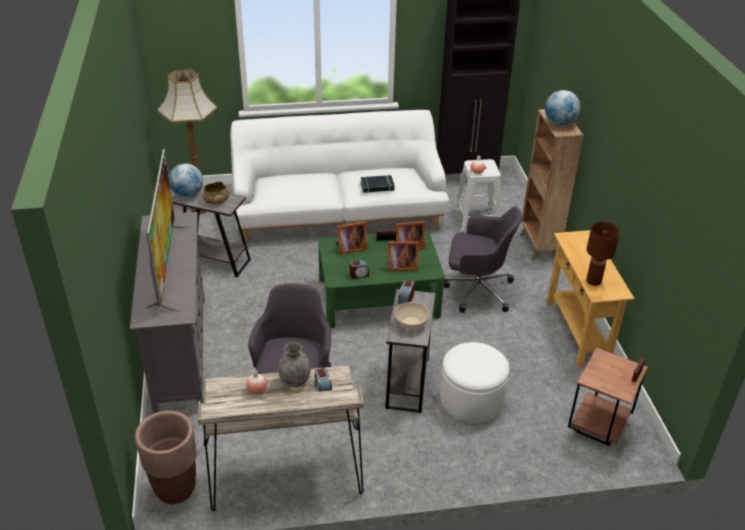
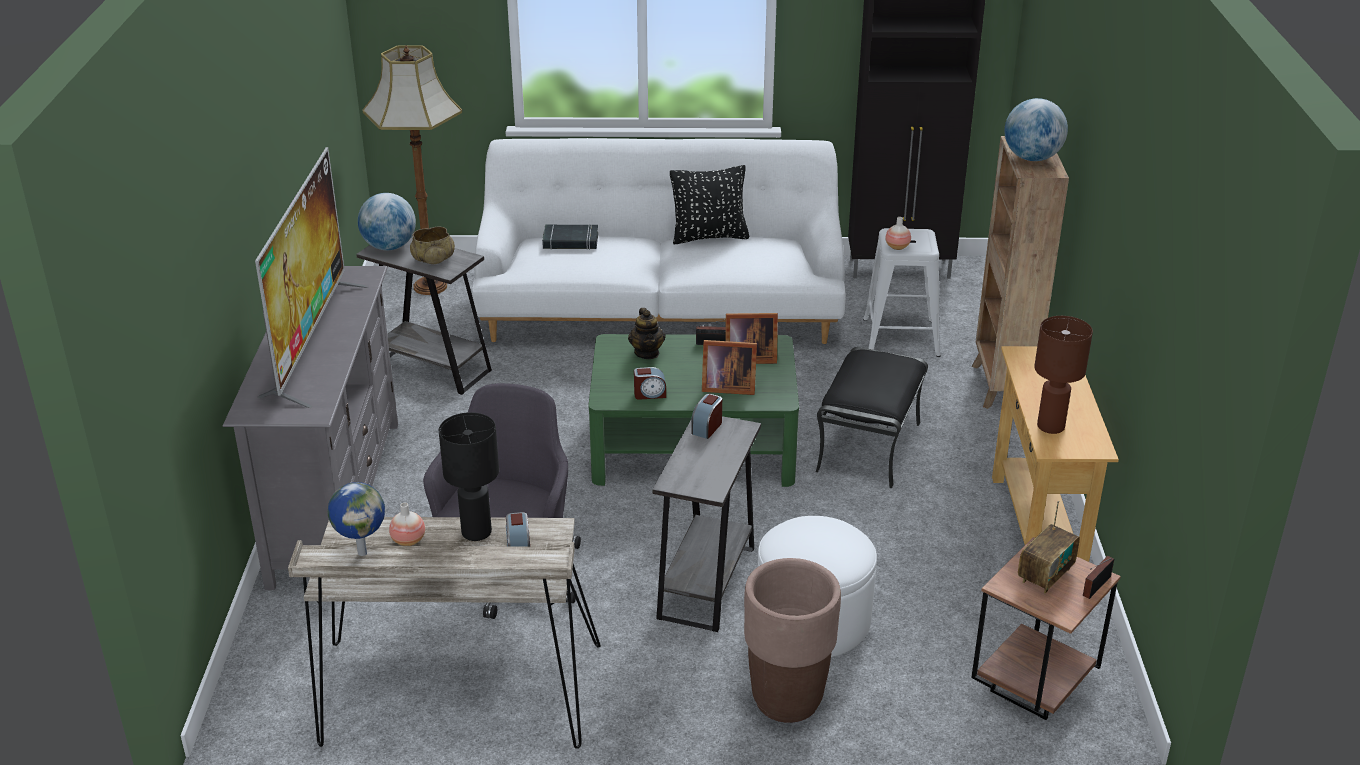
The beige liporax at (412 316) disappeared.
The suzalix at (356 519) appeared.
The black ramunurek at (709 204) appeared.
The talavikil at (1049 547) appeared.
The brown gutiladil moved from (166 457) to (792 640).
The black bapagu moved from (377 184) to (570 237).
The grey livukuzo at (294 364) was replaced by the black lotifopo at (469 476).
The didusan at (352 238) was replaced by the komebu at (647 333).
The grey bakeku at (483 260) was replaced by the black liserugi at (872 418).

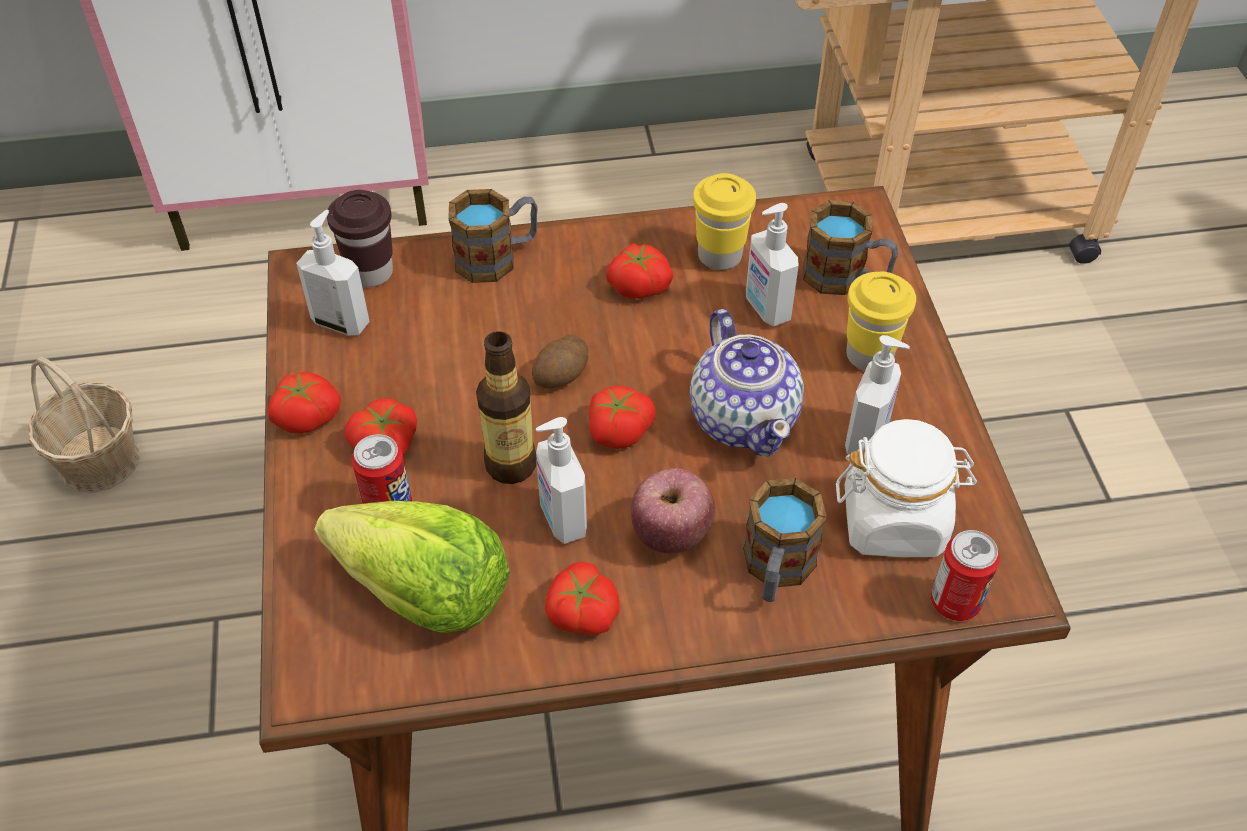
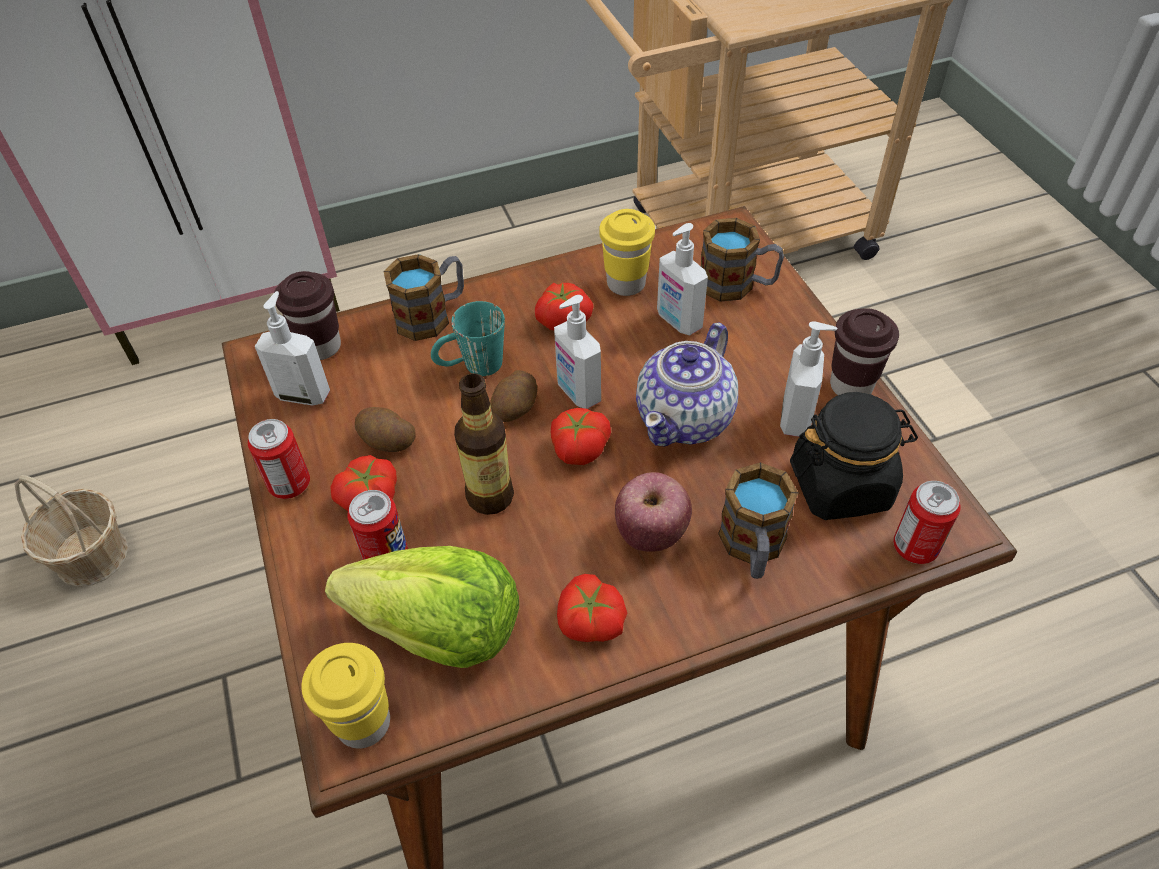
The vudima at (385 429) appeared.
The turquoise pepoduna at (468 338) appeared.
The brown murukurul at (864 351) appeared.
The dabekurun moved from (561 480) to (577 352).
The yellow murukurul moved from (881 321) to (345 696).
The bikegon at (304 402) was replaced by the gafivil at (279 459).
The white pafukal at (906 488) became the black pafukal at (854 456).
The komebu at (747 382) turned 60 degrees clockwise.

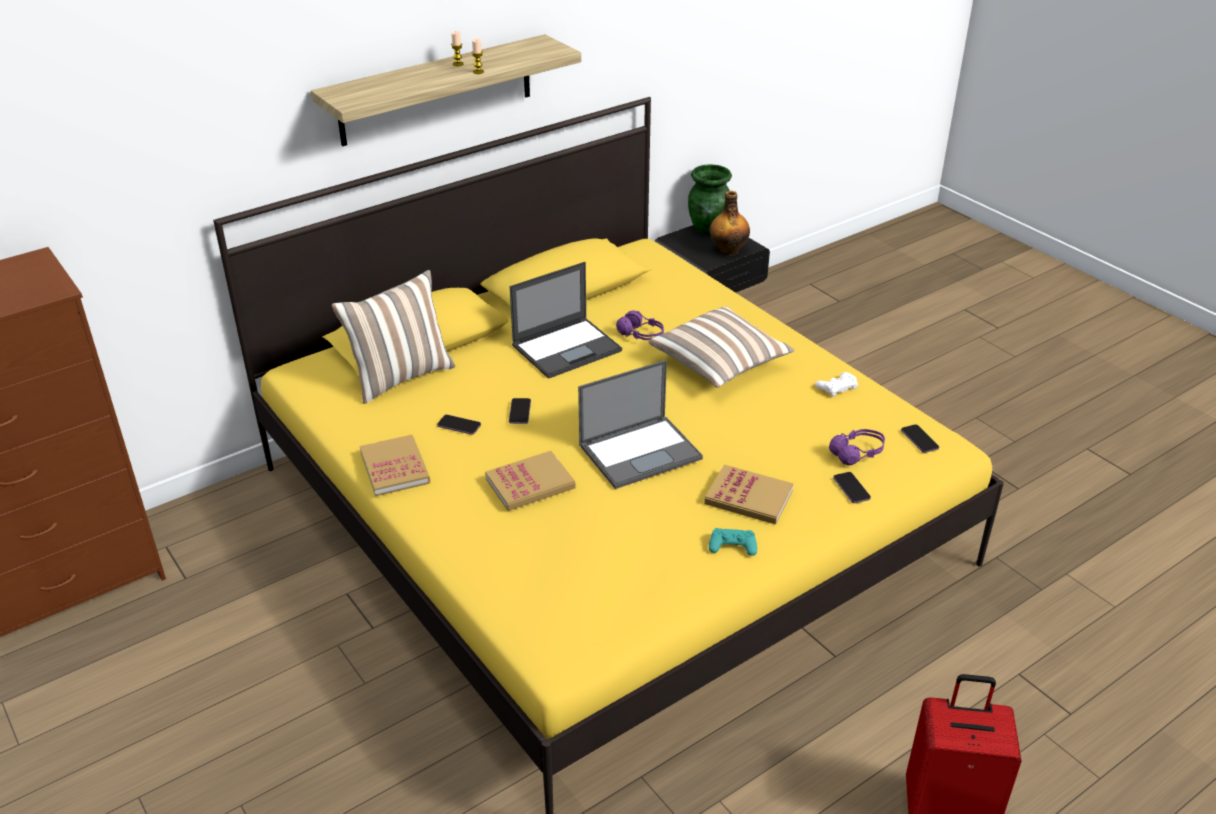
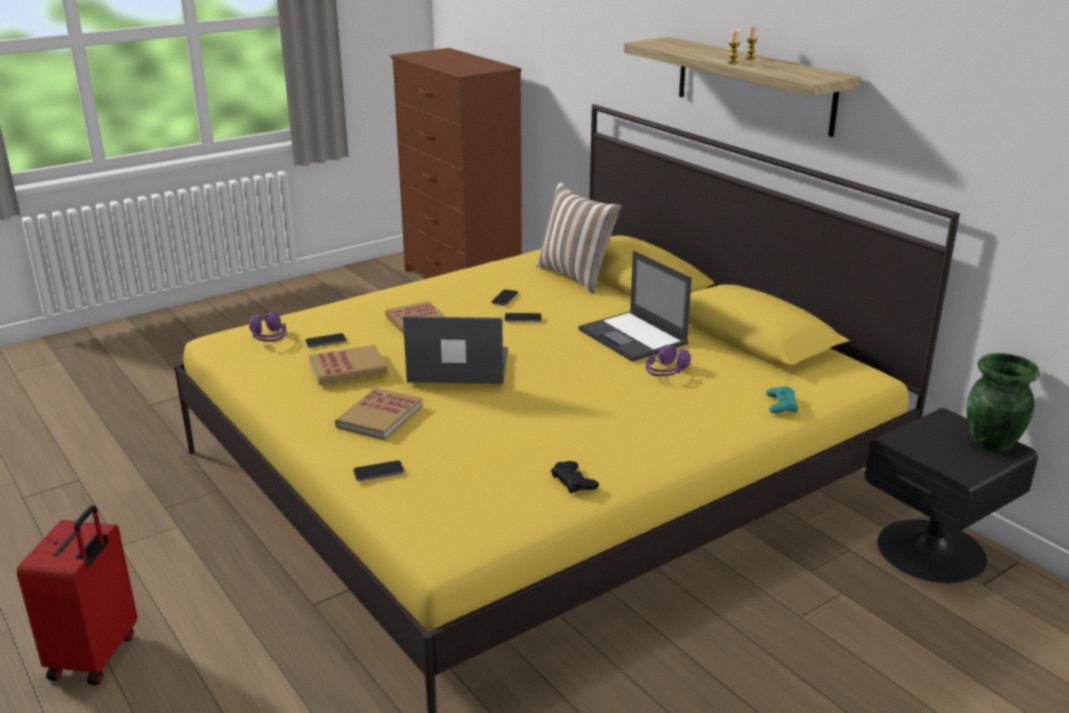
The ramunurek at (721 347) disappeared.
The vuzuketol at (730 223) disappeared.
The bapagu moved from (395 465) to (348 365).
The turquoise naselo moved from (733 542) to (782 399).
The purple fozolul moved from (857 447) to (268 327).
The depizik moved from (920 438) to (326 340).
The white naselo at (836 384) became the black naselo at (575 477).
The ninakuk at (640 424) turned 120 degrees clockwise.

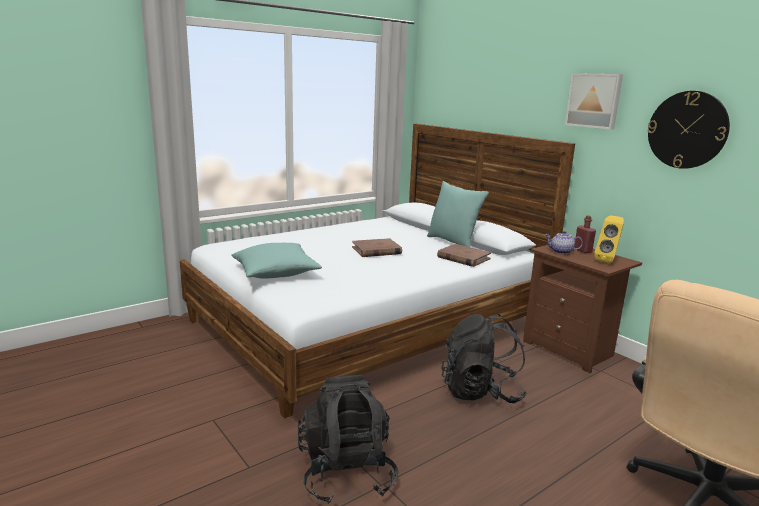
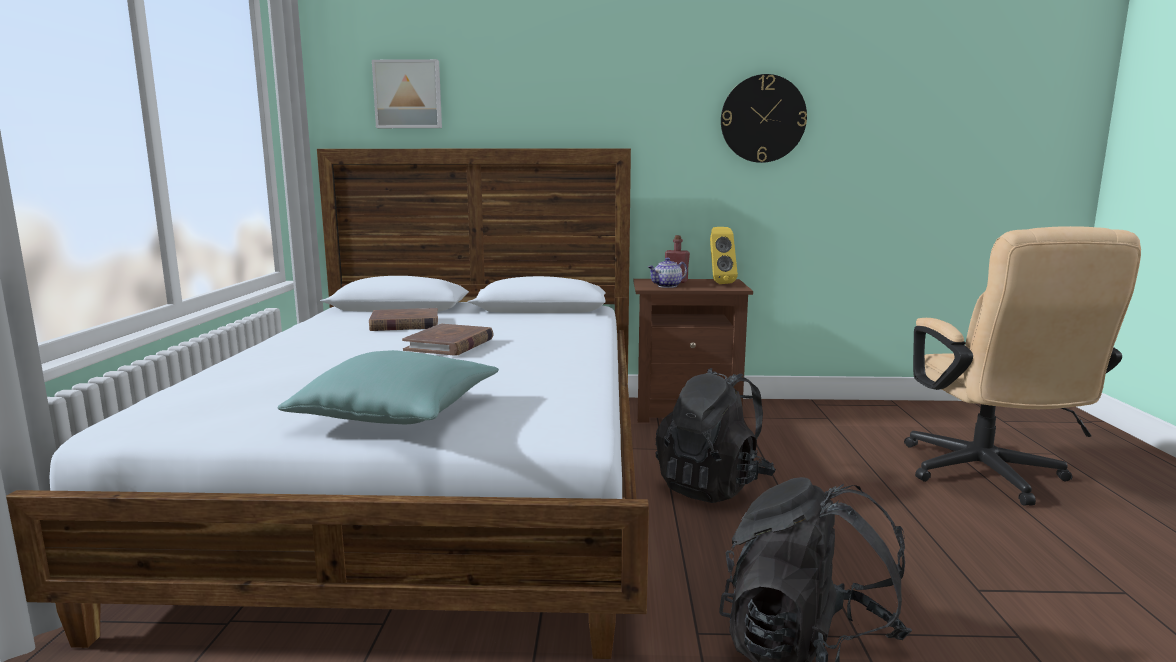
The turquoise ramunurek at (458 214) disappeared.
The brown bapagu moved from (464 255) to (403 319).
The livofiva moved from (594 101) to (407 93).

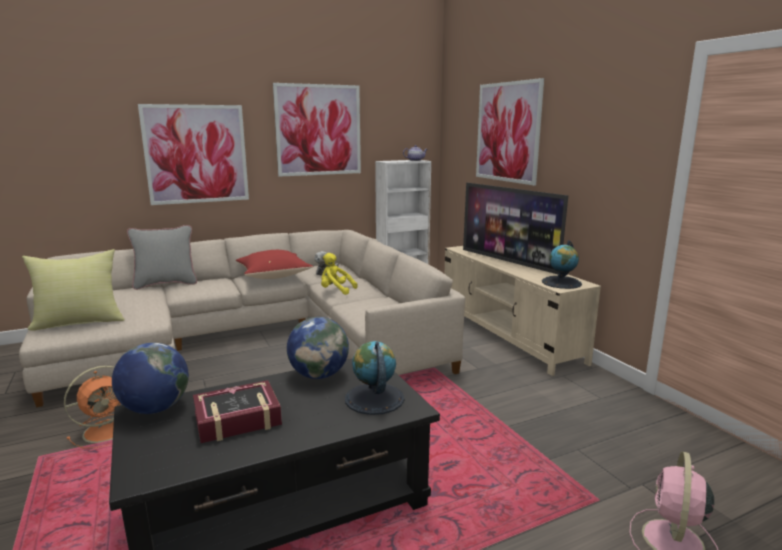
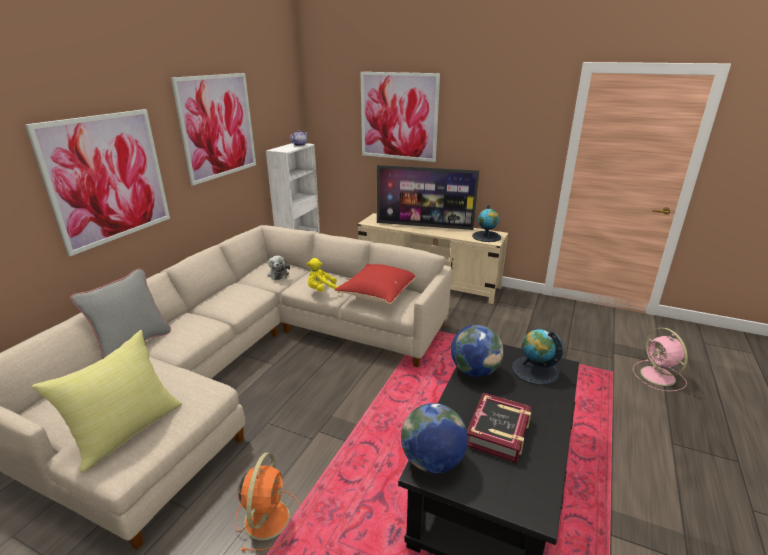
The red ramunurek moved from (274 264) to (375 284).

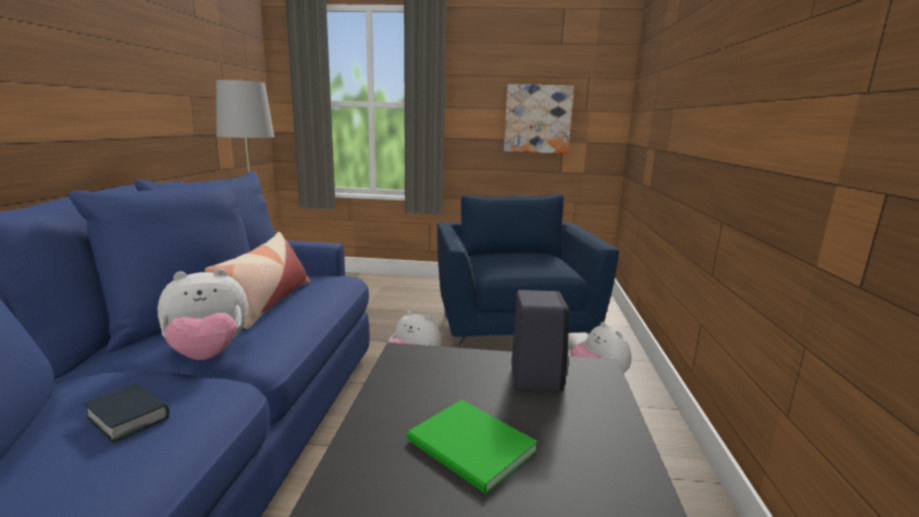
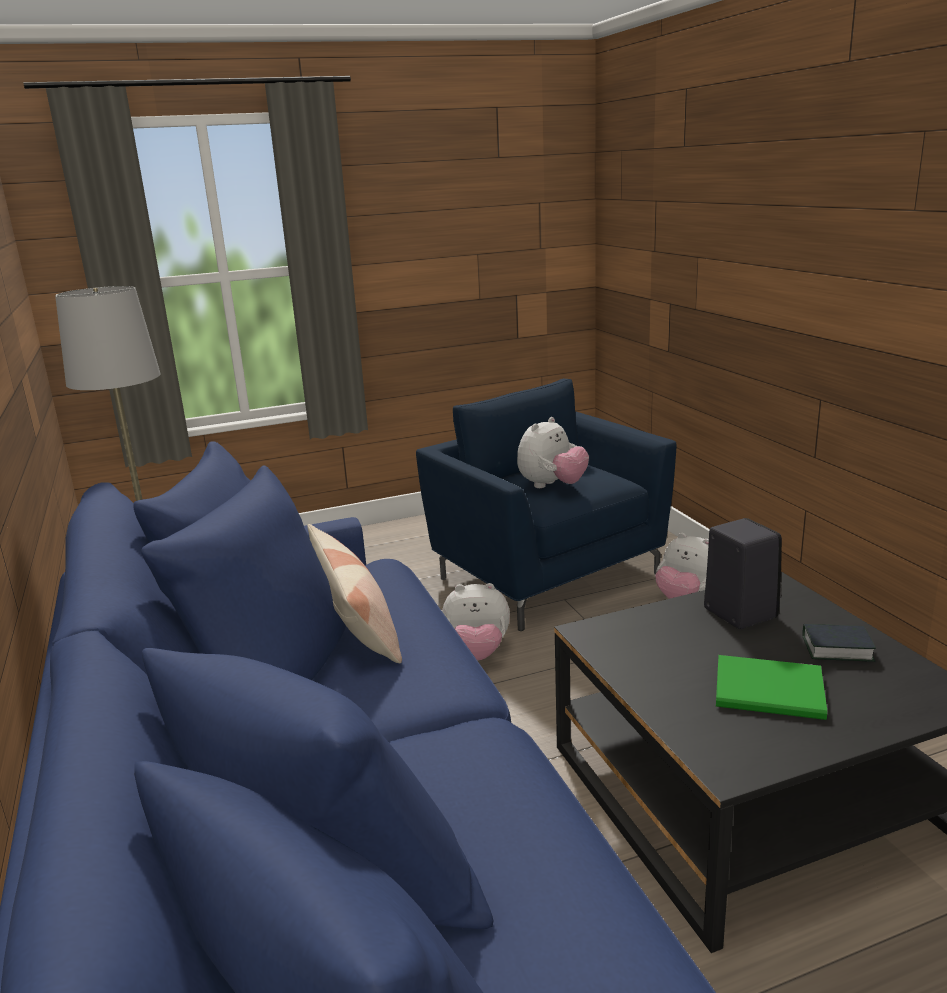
The livofiva at (539 119) disappeared.
The bapagu moved from (126 413) to (839 643).
The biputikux moved from (203 314) to (553 452).

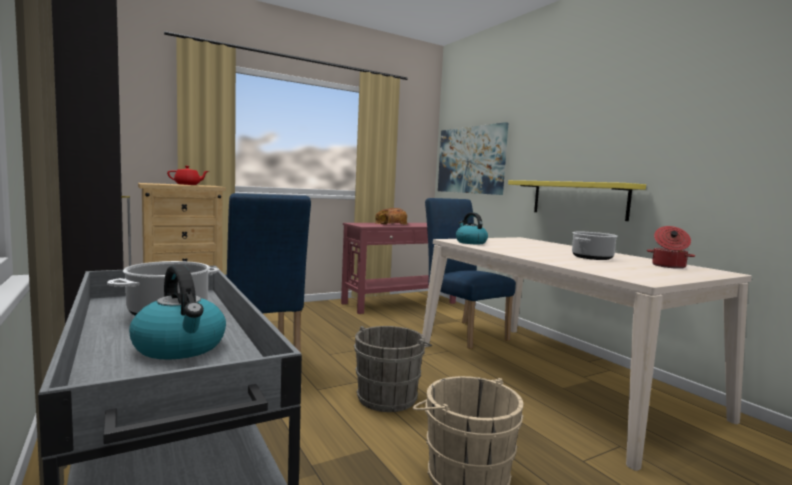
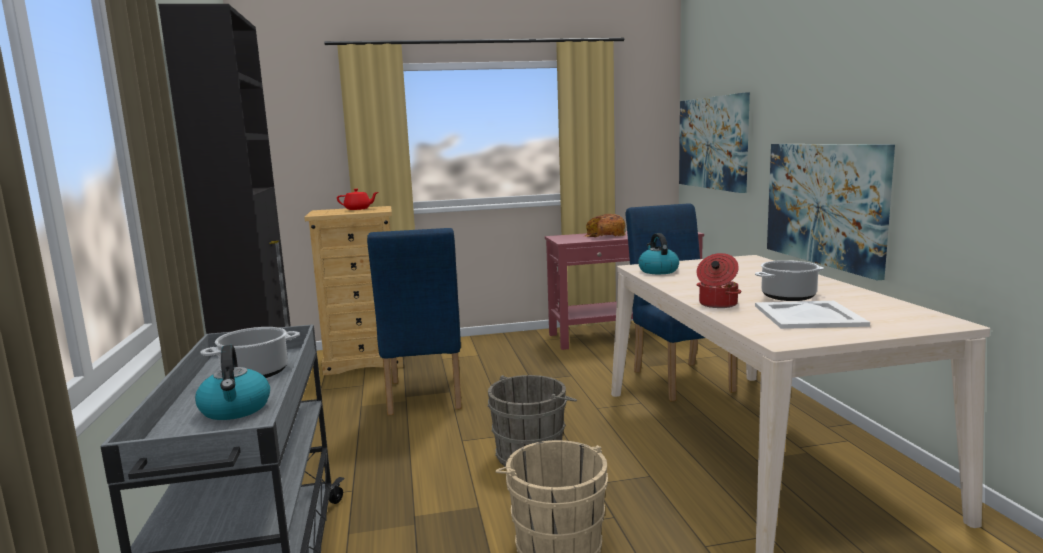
The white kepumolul at (812 315) appeared.
The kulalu moved from (671 247) to (718 280).
The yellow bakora at (577 200) was replaced by the livofiva at (831 212).

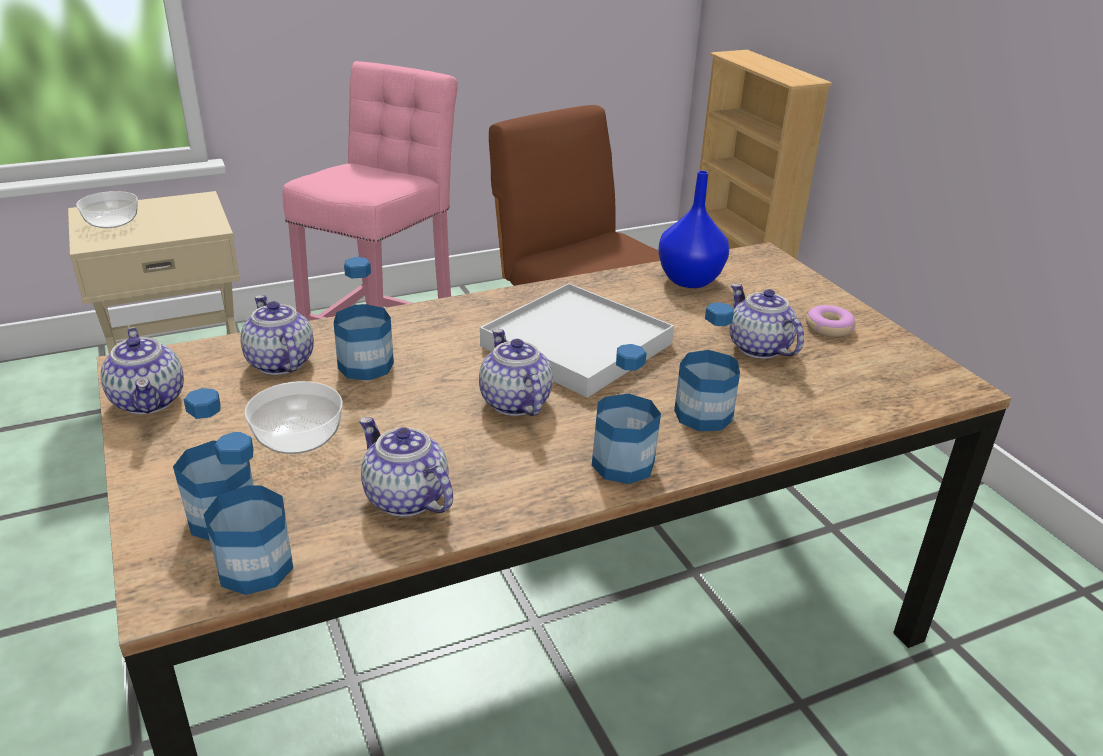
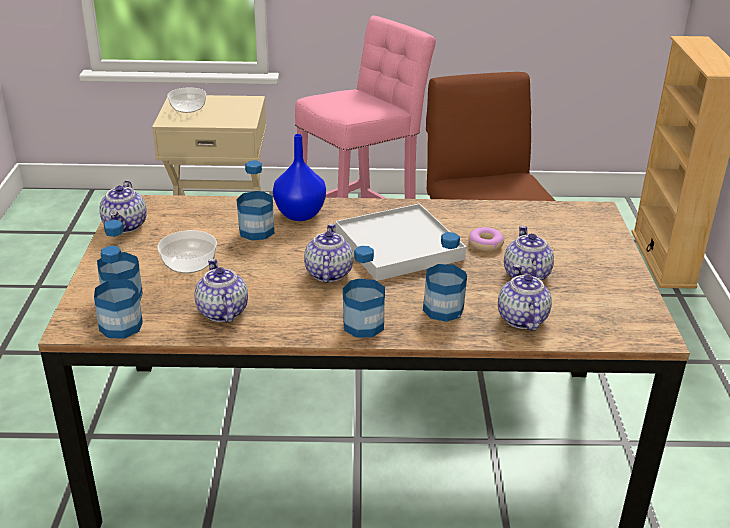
The komebu moved from (277 335) to (525 297).
The blue livukuzo moved from (693 229) to (299 177).
The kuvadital moved from (831 321) to (486 239).

